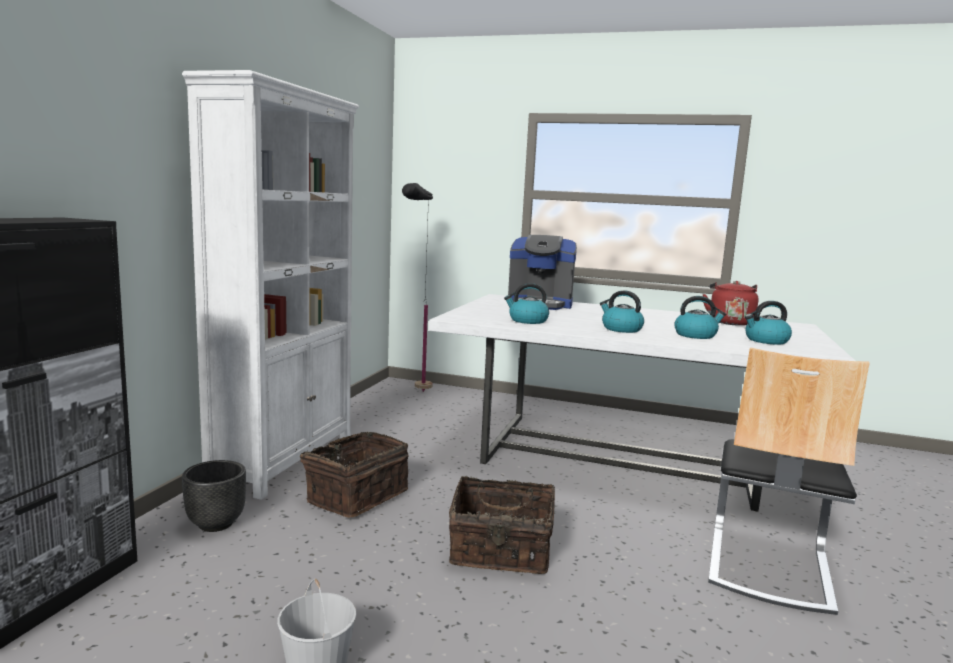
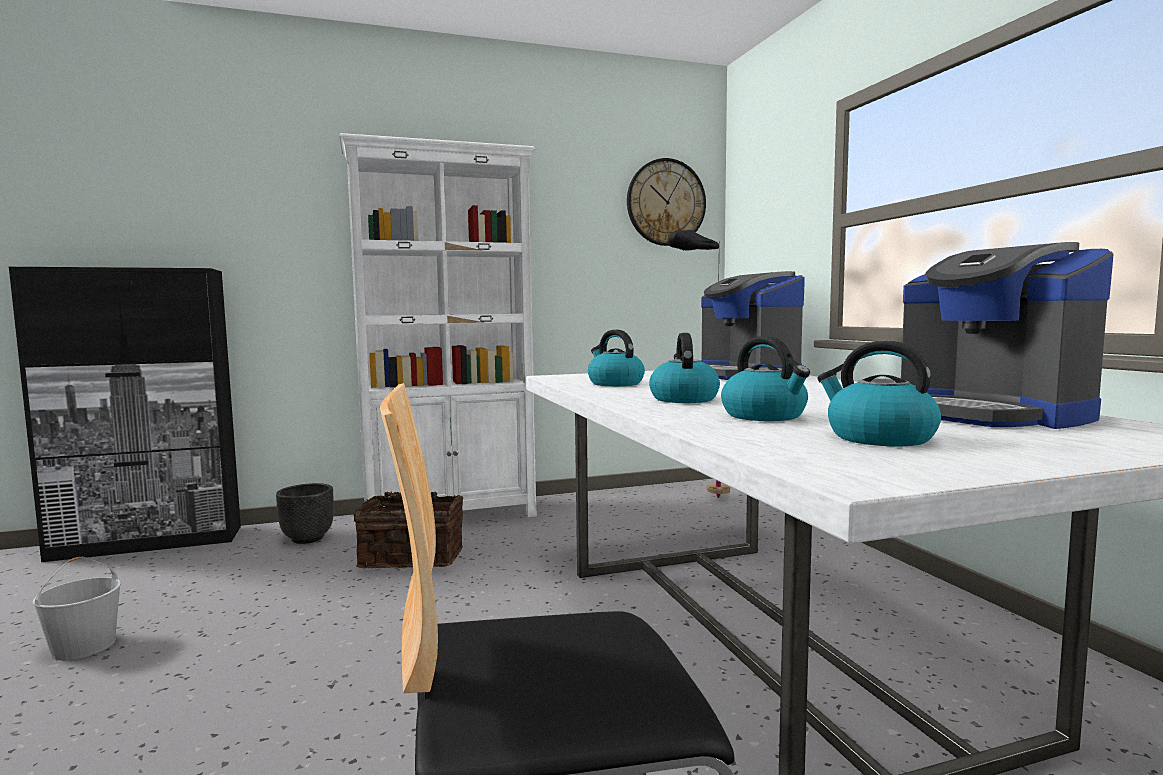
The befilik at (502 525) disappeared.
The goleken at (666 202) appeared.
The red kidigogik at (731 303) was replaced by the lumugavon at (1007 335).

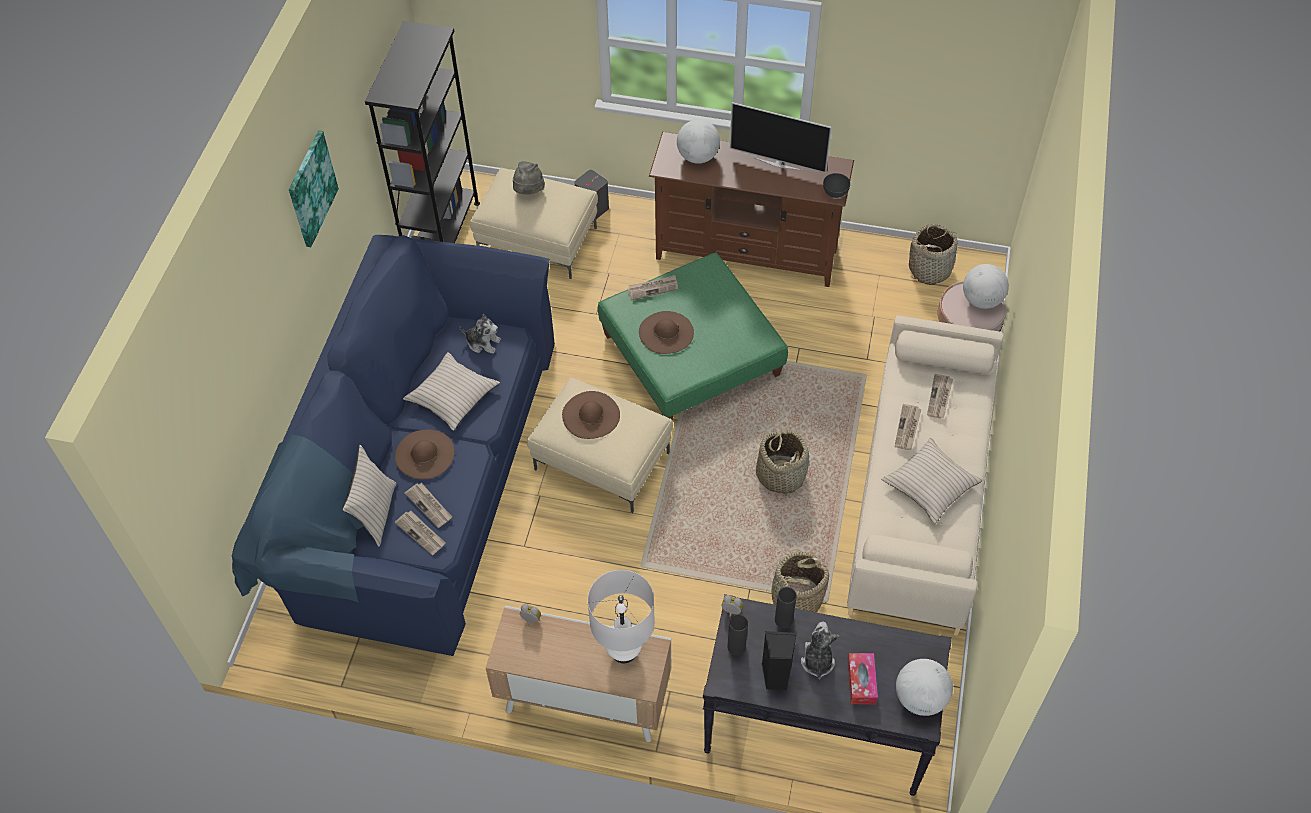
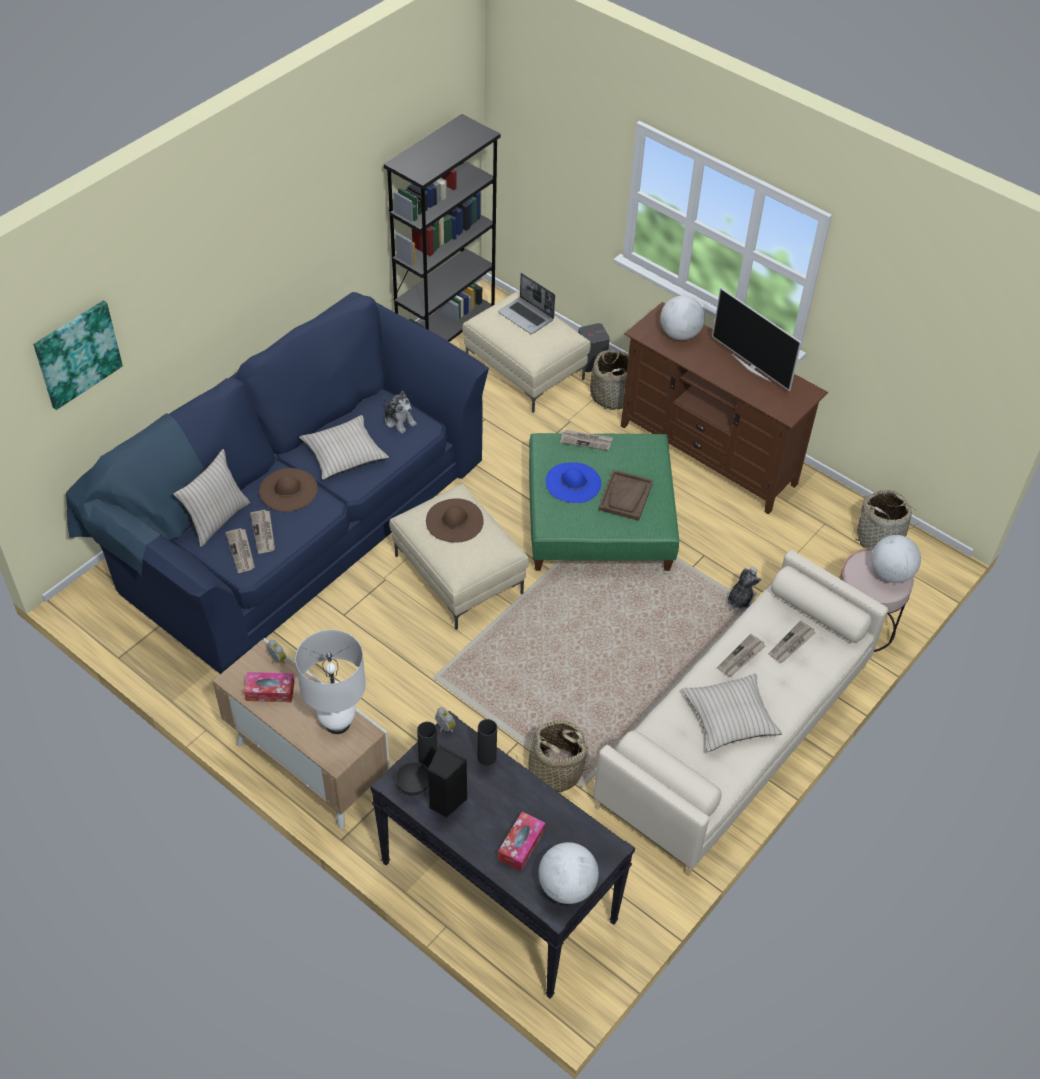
The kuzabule at (269 687) appeared.
The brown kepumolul at (625 495) appeared.
The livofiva moved from (314 188) to (78 355).
The befilik moved from (782 462) to (609 380).
The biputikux moved from (820 651) to (743 589).
The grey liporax moved from (836 185) to (412 779).
The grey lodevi at (529 178) was replaced by the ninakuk at (526 303).
The brown lodevi at (666 332) became the blue lodevi at (573 482).

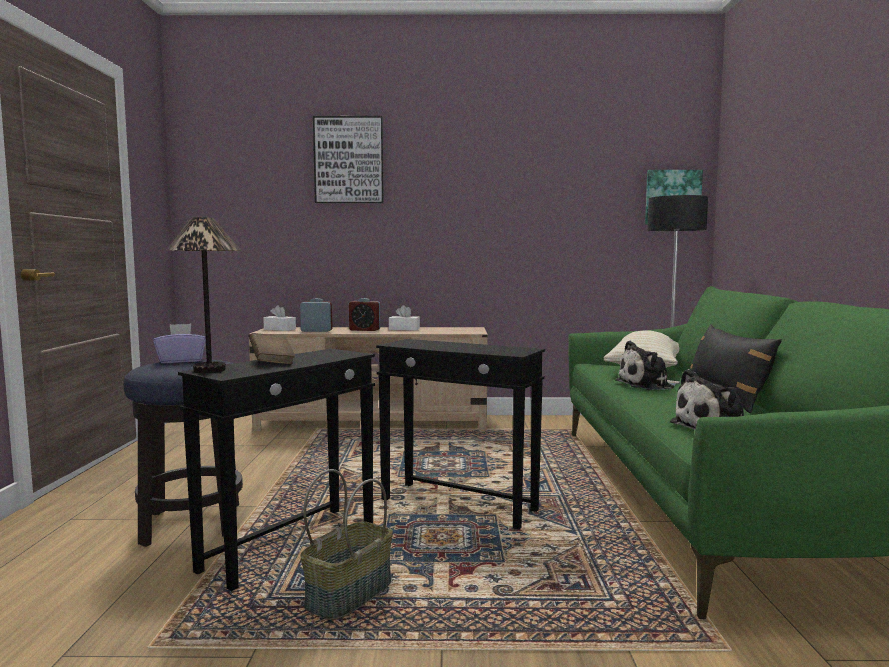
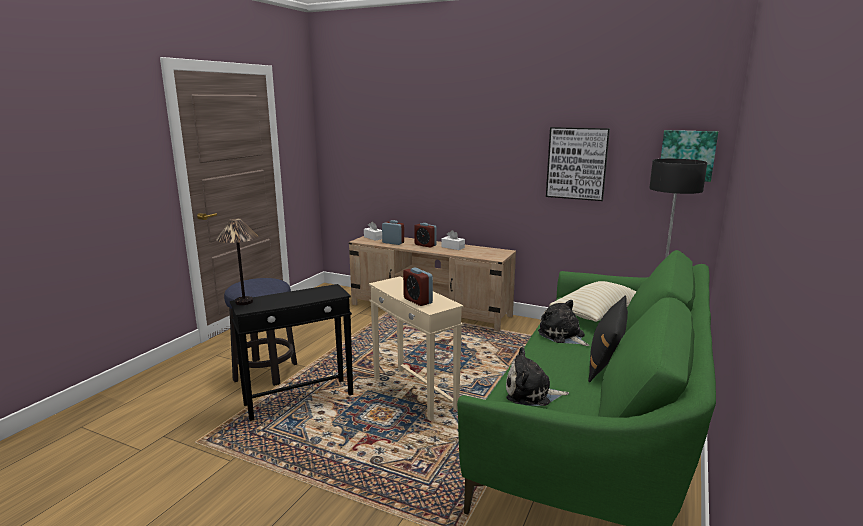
The purple kuzabule at (179 343) disappeared.
The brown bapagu at (272 348) disappeared.
The befilik at (346 544) disappeared.
The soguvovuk at (418 287) appeared.
The livofiva moved from (348 160) to (578 164).
The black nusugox at (460 434) became the beige nusugox at (416 348).
The biputikux at (648 365) turned 45 degrees clockwise.

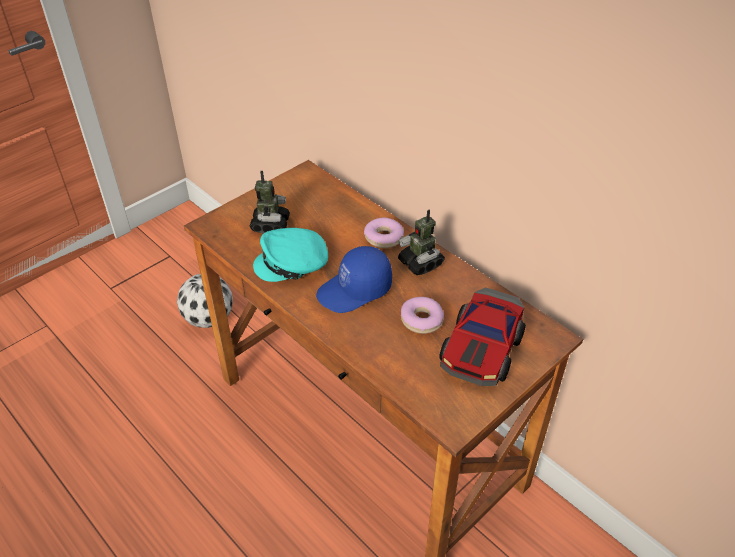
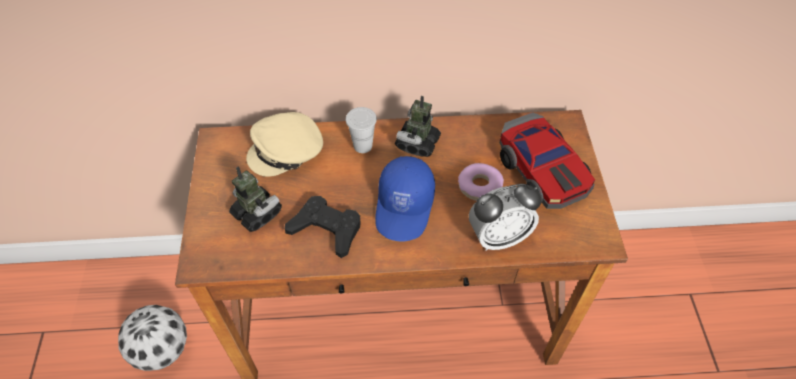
The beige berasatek at (284 144) appeared.
The soguvovuk at (505 217) appeared.
The turquoise berasatek at (290 255) was replaced by the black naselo at (322 227).
The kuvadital at (384 233) was replaced by the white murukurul at (361 130).
The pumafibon at (421 242) turned 105 degrees clockwise.

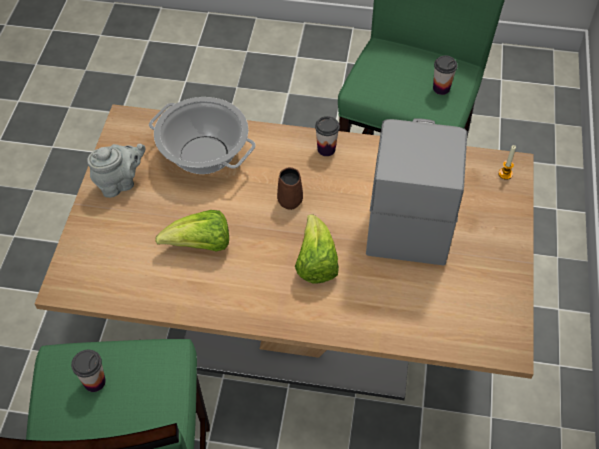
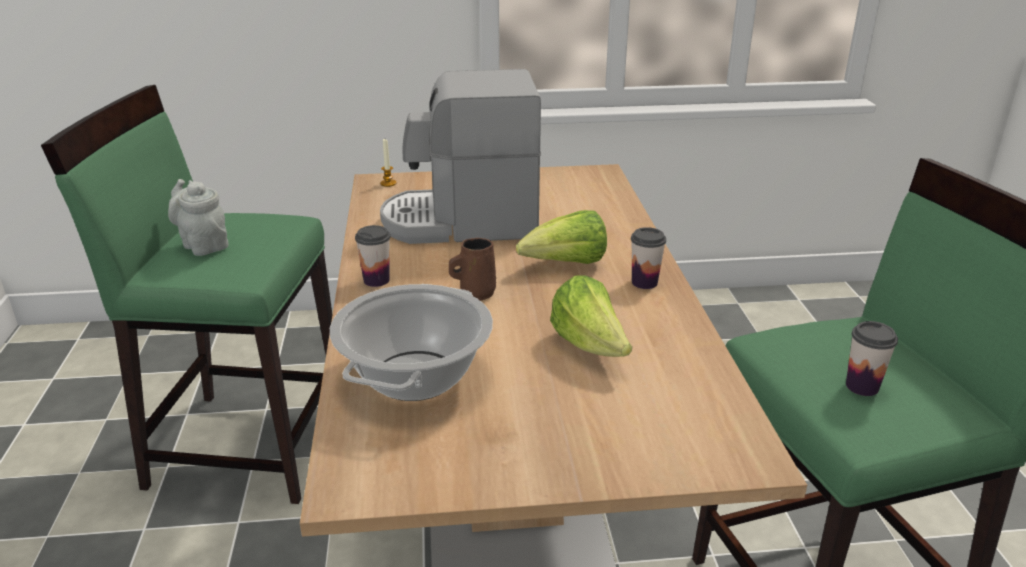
The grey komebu moved from (116 171) to (198 217).
The murukurul moved from (445 75) to (648 258).

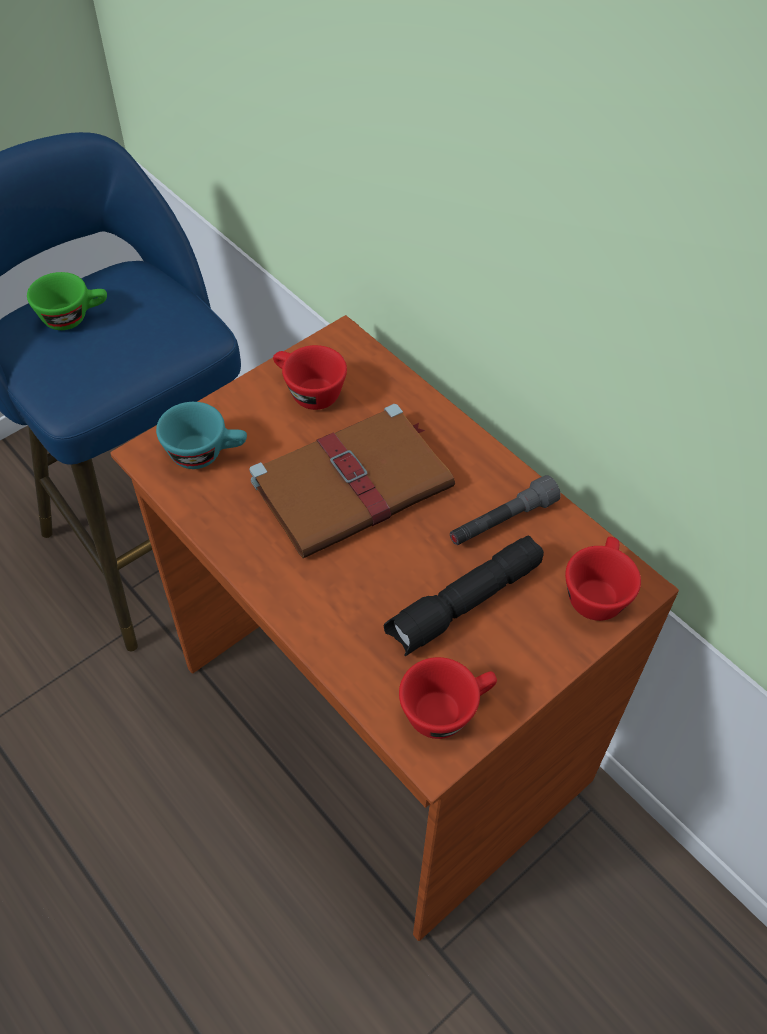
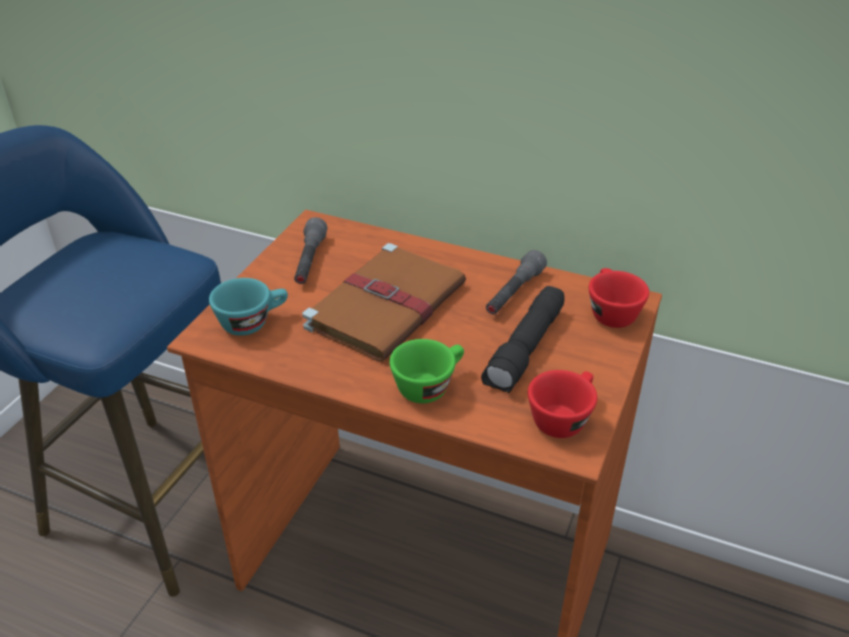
The green murukurul moved from (67 301) to (426 371).
The red murukurul at (310 377) was replaced by the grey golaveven at (310 250).

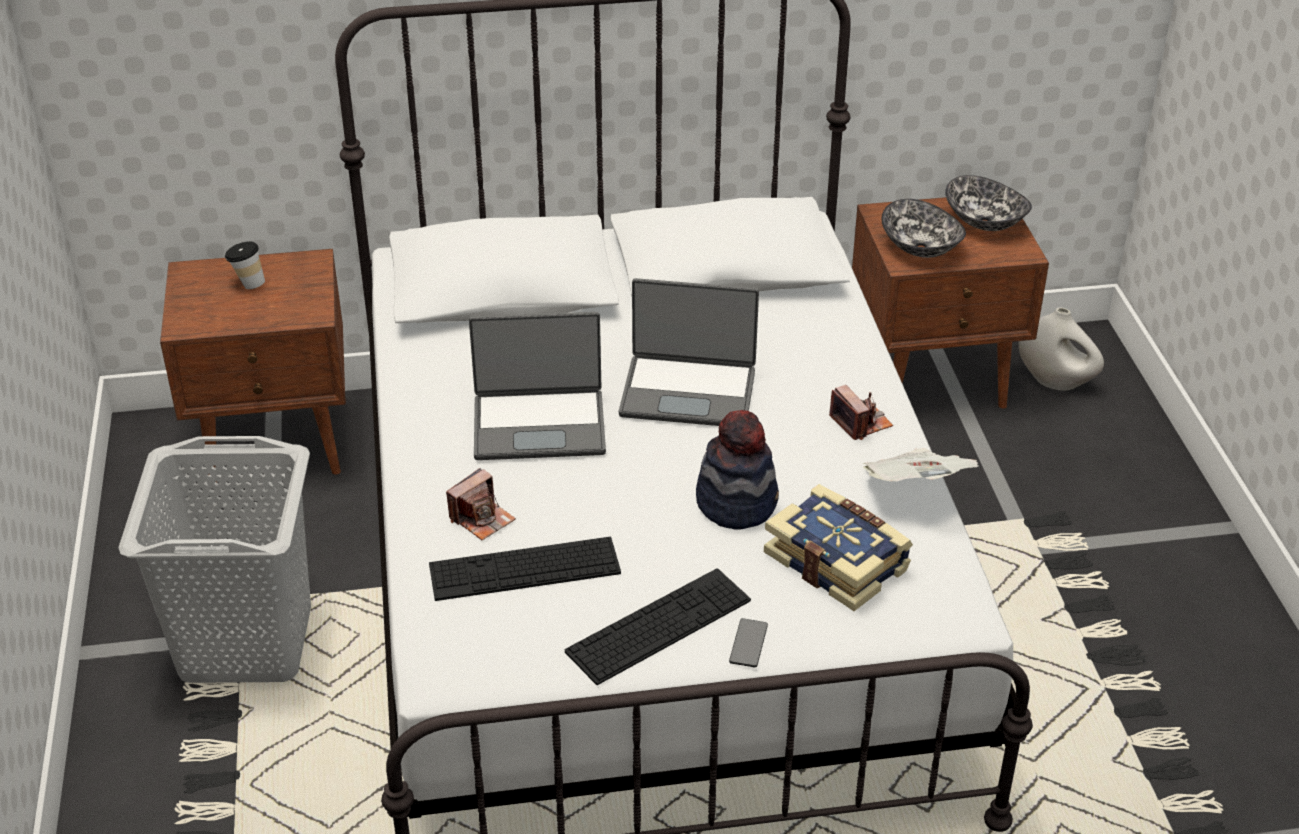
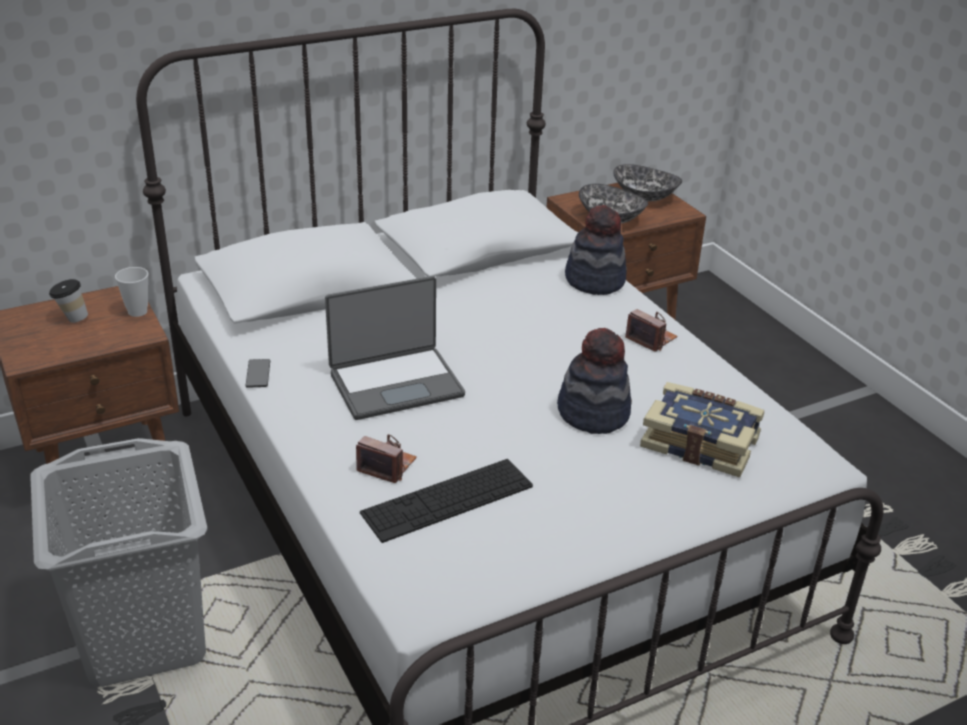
The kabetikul at (658 626) disappeared.
The ninakuk at (689 352) disappeared.
The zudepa at (920 464) disappeared.
The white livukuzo at (1061 349) disappeared.
The murukurul at (131 292) appeared.
The lodevi at (596 250) appeared.
The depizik moved from (748 642) to (257 373).
The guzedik at (481 504) turned 90 degrees counterclockwise.

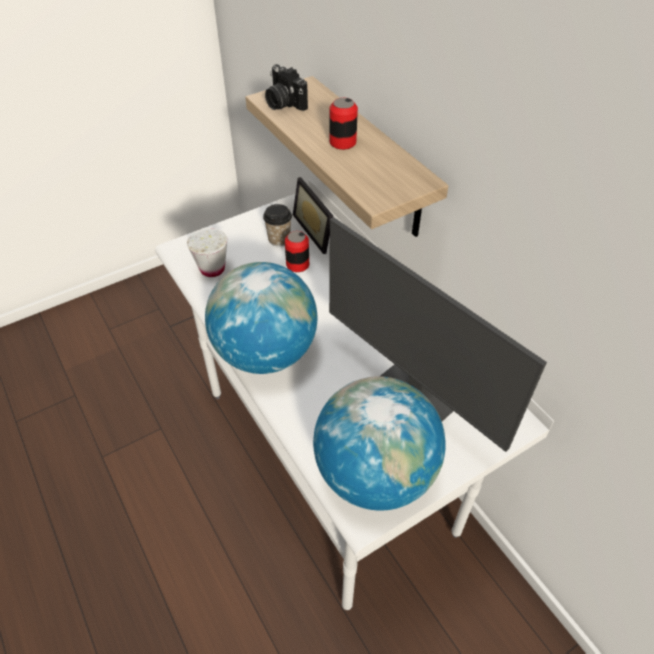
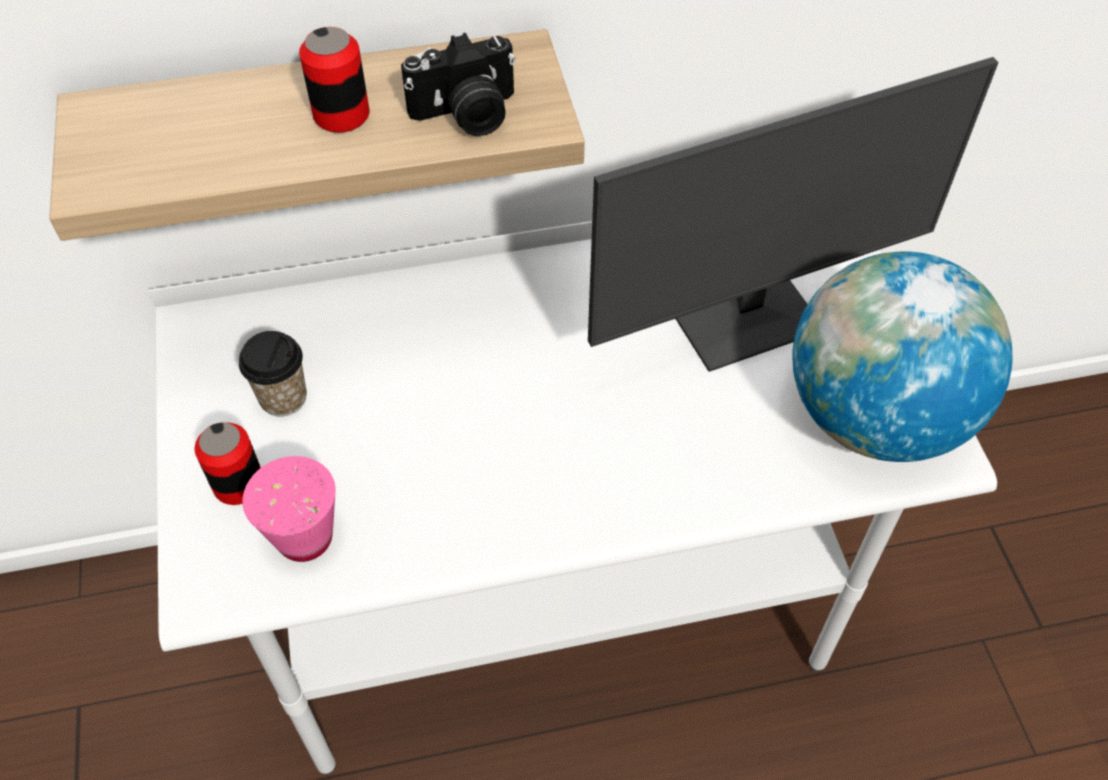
The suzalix at (261 318) disappeared.
The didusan at (313 215) disappeared.
The guzedik moved from (286 87) to (458 84).
The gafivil moved from (297 251) to (227 463).
The white murukurul at (207 252) became the pink murukurul at (289 509).

